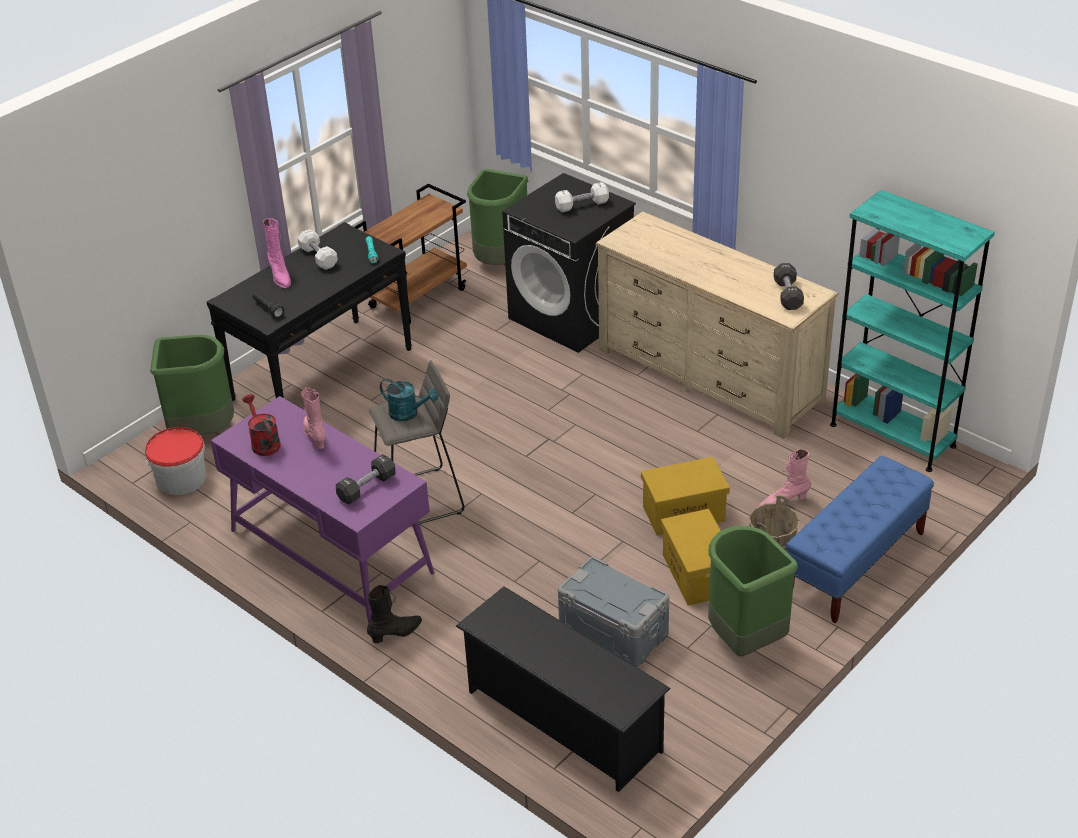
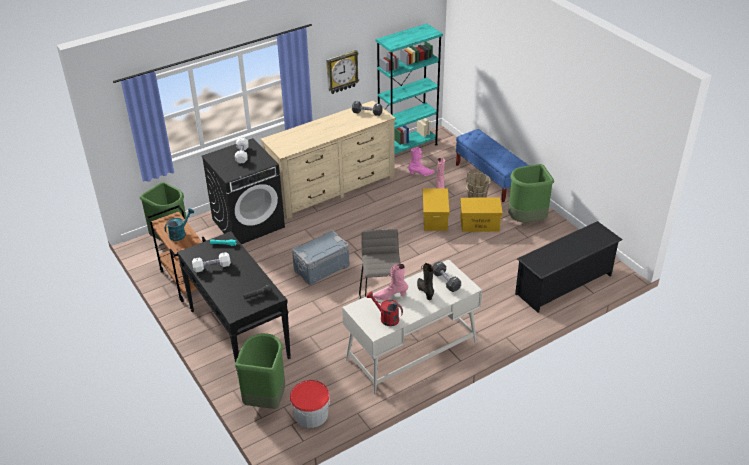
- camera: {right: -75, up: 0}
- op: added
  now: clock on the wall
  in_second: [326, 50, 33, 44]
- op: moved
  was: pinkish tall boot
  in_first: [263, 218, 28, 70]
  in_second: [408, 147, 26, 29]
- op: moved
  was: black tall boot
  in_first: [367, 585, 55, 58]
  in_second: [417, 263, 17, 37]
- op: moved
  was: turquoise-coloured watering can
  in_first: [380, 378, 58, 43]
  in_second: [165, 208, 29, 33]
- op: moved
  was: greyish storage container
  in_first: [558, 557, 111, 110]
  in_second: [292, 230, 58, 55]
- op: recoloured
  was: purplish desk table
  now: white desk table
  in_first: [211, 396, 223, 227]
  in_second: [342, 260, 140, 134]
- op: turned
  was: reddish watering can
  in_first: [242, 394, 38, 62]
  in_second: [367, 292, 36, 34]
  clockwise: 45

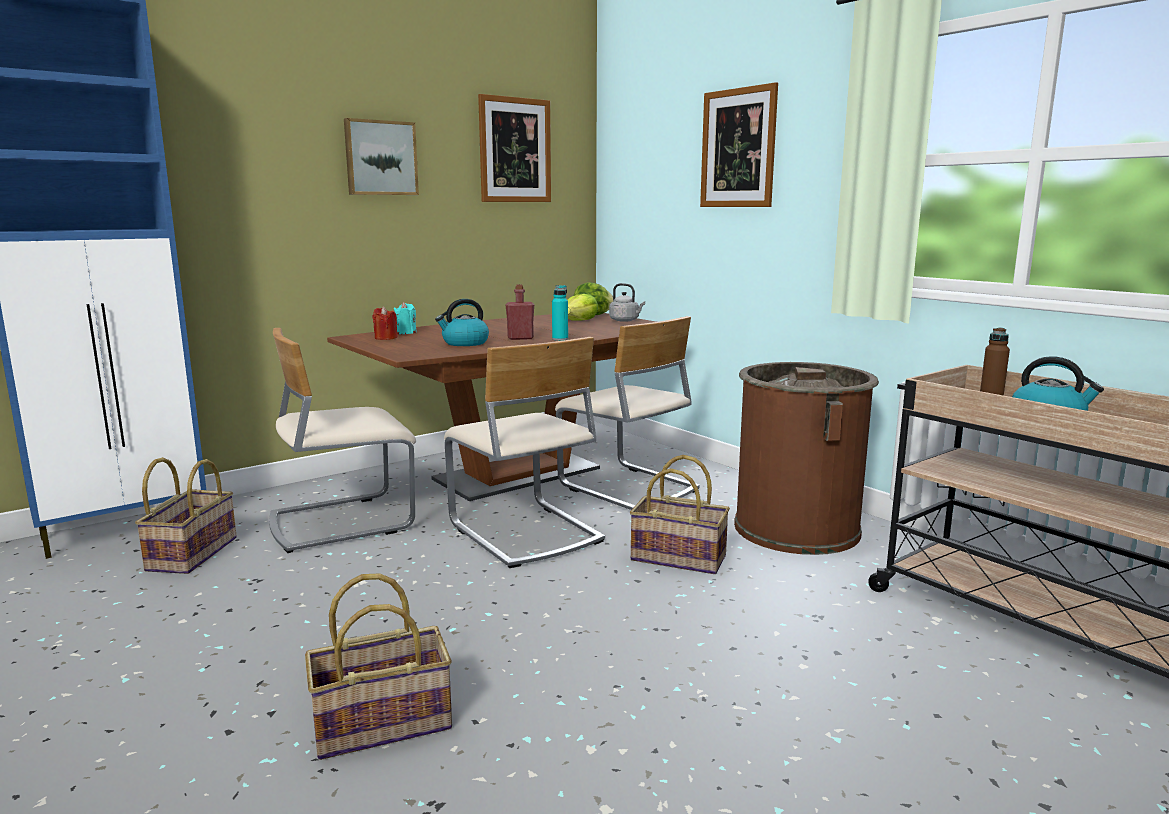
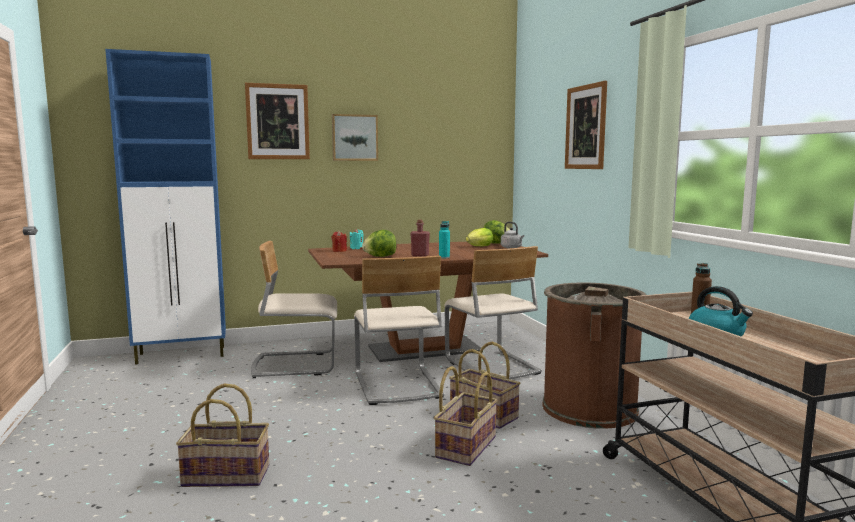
- camera: {right: 20, up: -5}
- op: moved
  was: household basket
  in_first: [135, 457, 102, 117]
  in_second: [434, 366, 64, 100]
- op: moved
  was: picture
  in_first: [478, 94, 73, 108]
  in_second: [245, 83, 65, 76]
- op: replaced
  was: tea kettle
  now: lettuce head
  in_first: [435, 299, 54, 47]
  in_second: [362, 230, 34, 27]

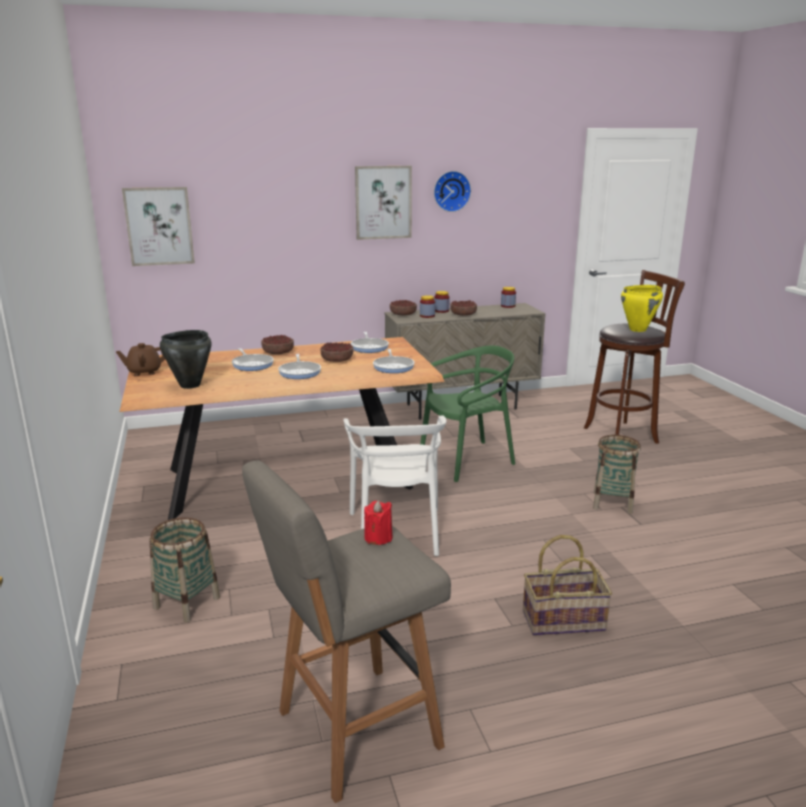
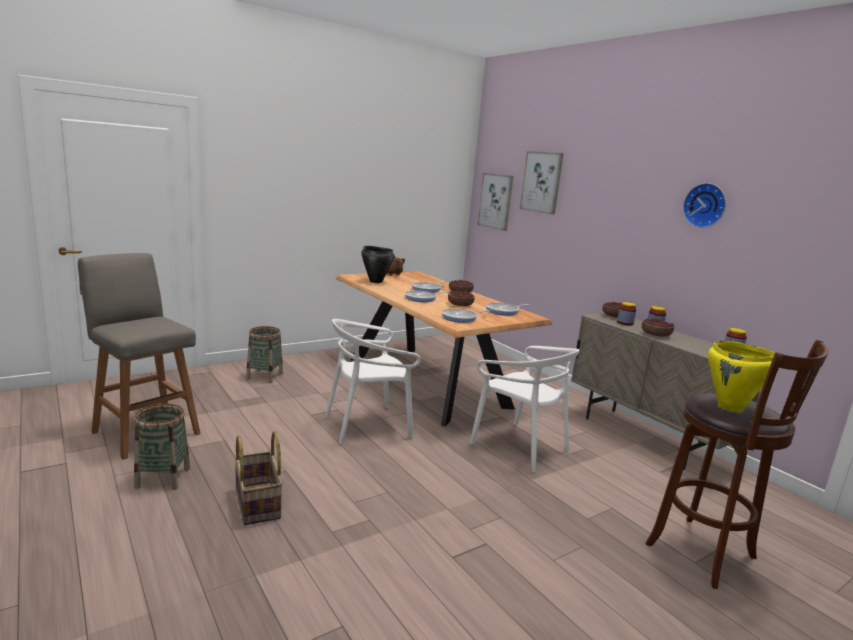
- camera: {right: 70, up: -5}
- op: removed
  was: reddish candle
  in_first: [364, 500, 28, 45]
- op: moved
  was: picture
  in_first: [355, 166, 57, 74]
  in_second: [520, 151, 44, 64]
- op: moved
  was: household basket
  in_first: [593, 435, 48, 79]
  in_second: [134, 404, 56, 86]
- op: recoloured
  was: greenish upright chair
  now: white upright chair
  in_first: [420, 345, 95, 137]
  in_second: [469, 346, 111, 127]

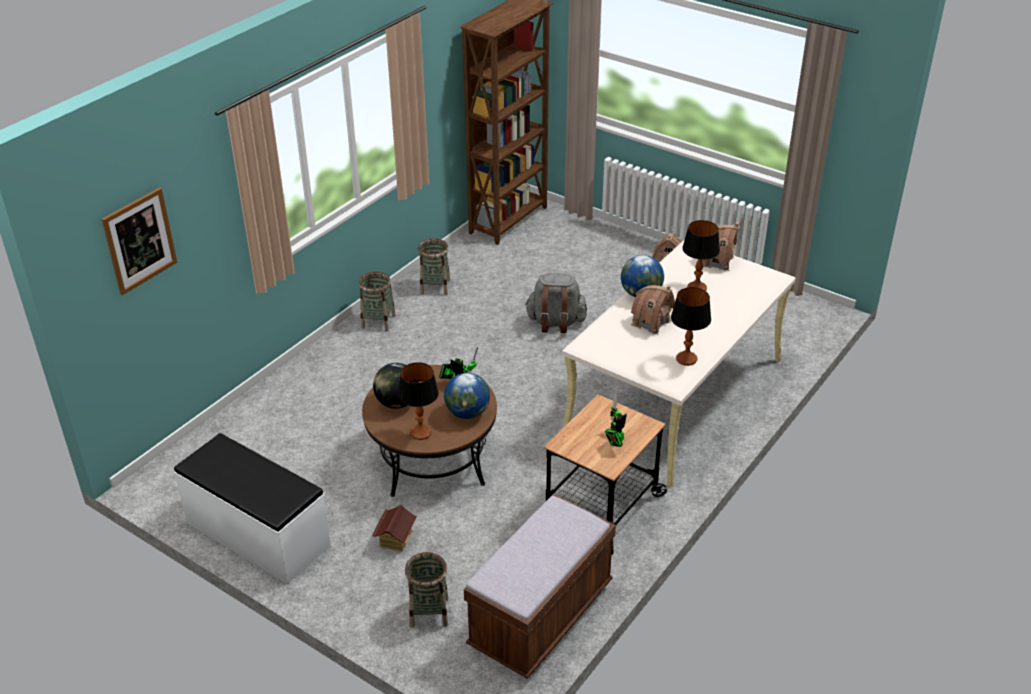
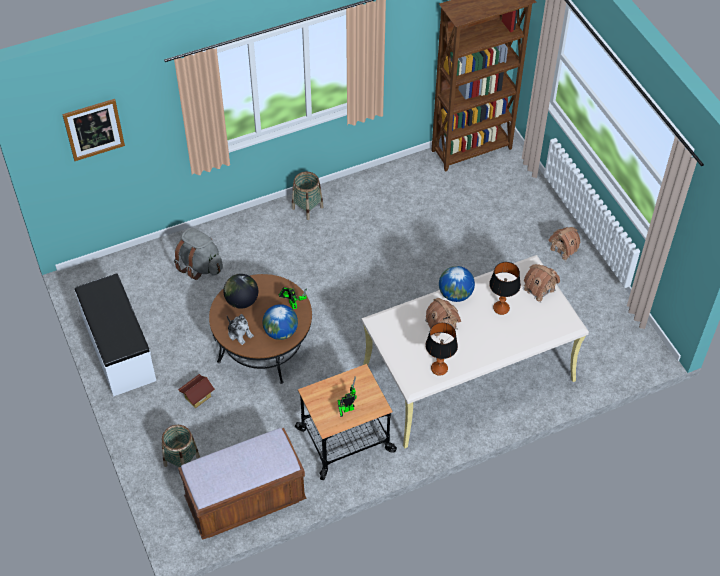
- camera: {right: 30, up: 15}
- op: removed
  was: household basket
  in_first: [418, 238, 32, 57]
- op: moved
  was: greyish backpack
  in_first: [525, 273, 62, 60]
  in_second: [174, 228, 49, 52]
- op: replaced
  was: table lamp
  now: cuddly toy
  in_first: [398, 362, 41, 78]
  in_second: [227, 314, 27, 31]

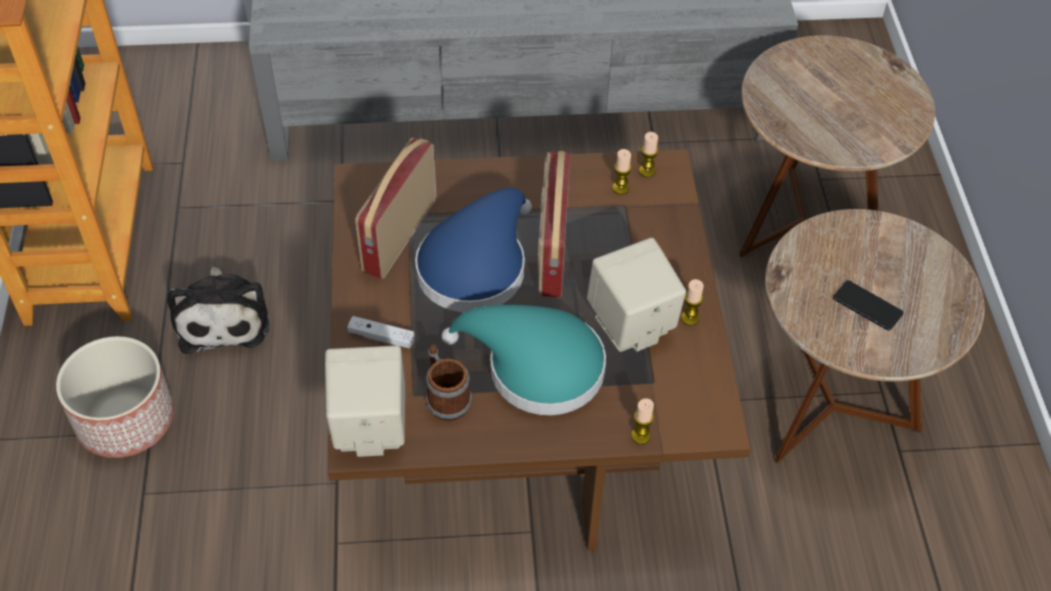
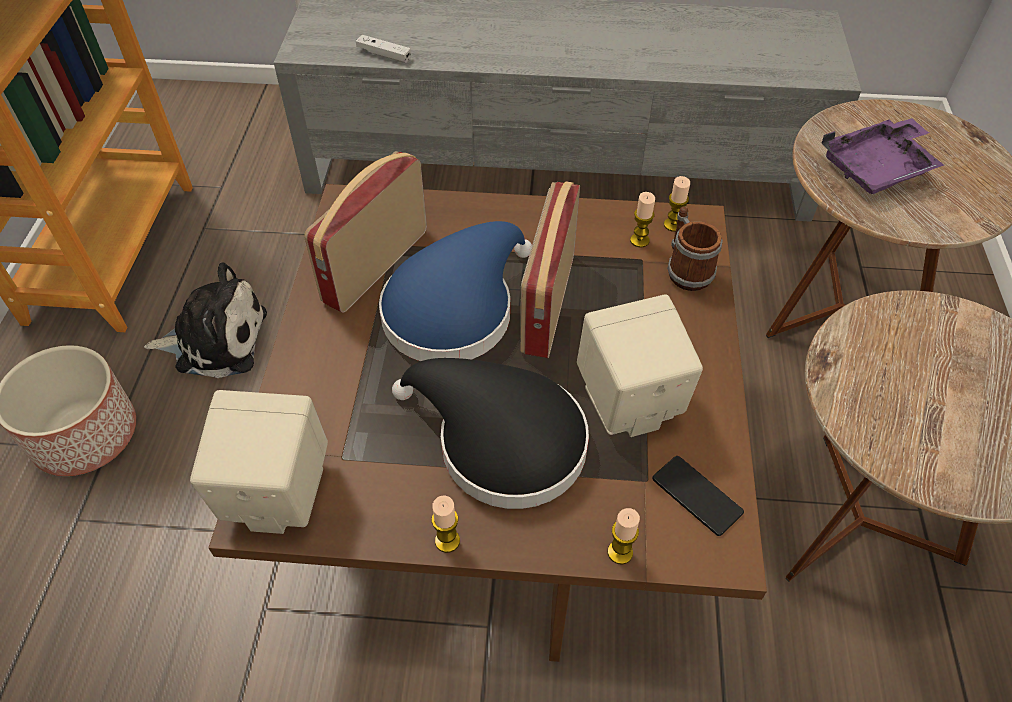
- camera: {right: 10, up: 0}
- op: added
  now: purplish serving tray
  in_second: [822, 118, 122, 76]
- op: moved
  was: white gamepad
  in_first: [347, 316, 67, 32]
  in_second: [356, 35, 55, 28]
- op: moved
  was: mug
  in_first: [426, 344, 46, 77]
  in_second: [667, 206, 56, 85]
- op: moved
  was: candle
  in_first: [681, 279, 23, 47]
  in_second: [432, 496, 28, 57]
- op: moved
  was: handset
  in_first: [833, 280, 71, 51]
  in_second: [652, 456, 92, 80]
- op: recoloured
  was: turquoise-coloured wearable hat
  now: black wearable hat
  in_first: [442, 305, 164, 110]
  in_second: [392, 358, 197, 151]
- op: turned
  was: cuddly toy
  in_first: [167, 267, 103, 87]
  in_second: [144, 263, 123, 115]
  clockwise: -90

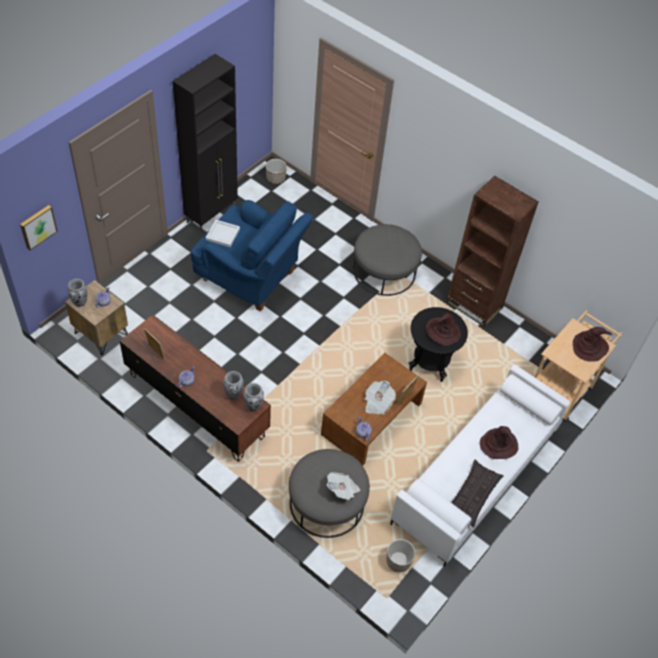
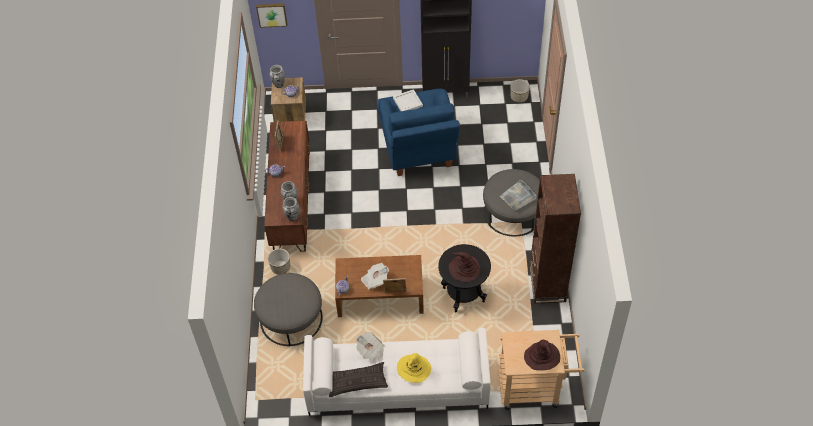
- camera: {right: 55, up: 0}
- op: added
  now: greyish serving tray
  in_second: [500, 179, 37, 32]
- op: moved
  was: daily paper
  in_first: [326, 472, 34, 28]
  in_second: [356, 332, 29, 29]
- op: moved
  was: flower pot
  in_first: [386, 539, 29, 33]
  in_second: [268, 249, 22, 26]
- op: recoloured
  was: brownish wearable hat
  now: yellowish wearable hat
  in_first: [480, 426, 38, 33]
  in_second: [397, 353, 34, 30]

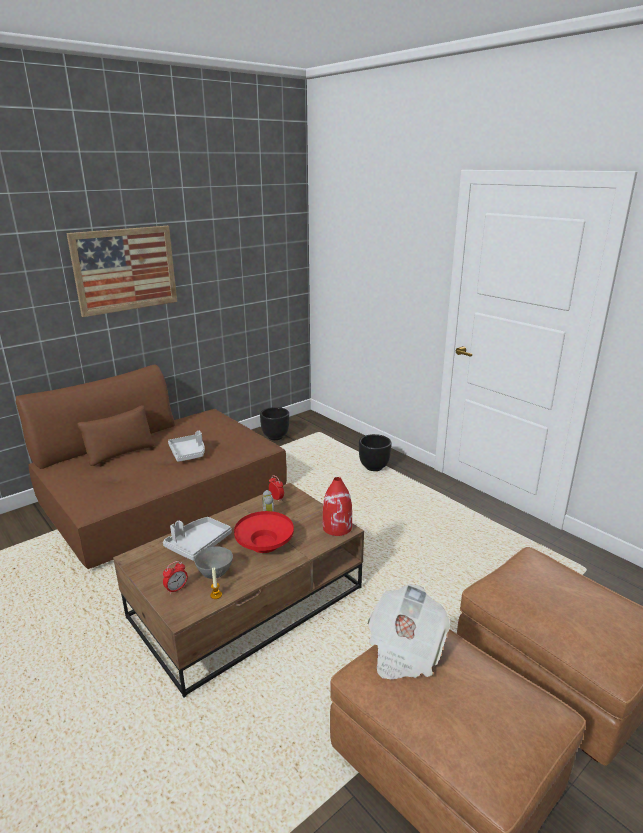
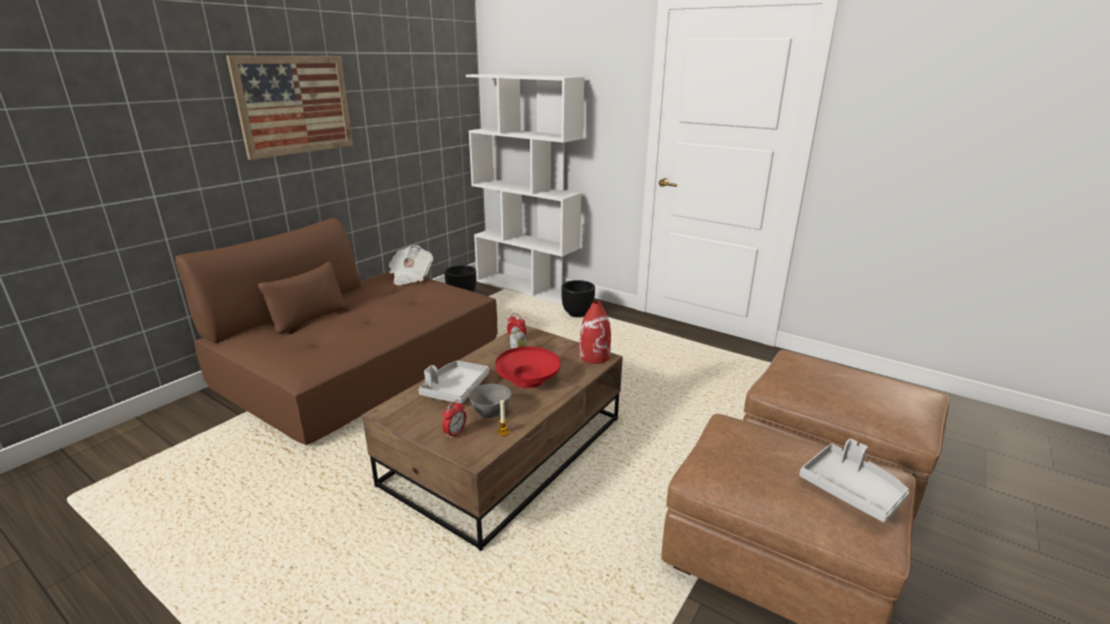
- camera: {right: -15, up: 0}
- op: added
  now: white bookshelf
  in_second: [466, 74, 119, 231]
- op: moved
  was: greyish serving tray
  in_first: [168, 431, 37, 31]
  in_second: [799, 439, 110, 83]
- op: moved
  was: daily paper
  in_first: [368, 584, 82, 95]
  in_second: [389, 245, 44, 40]

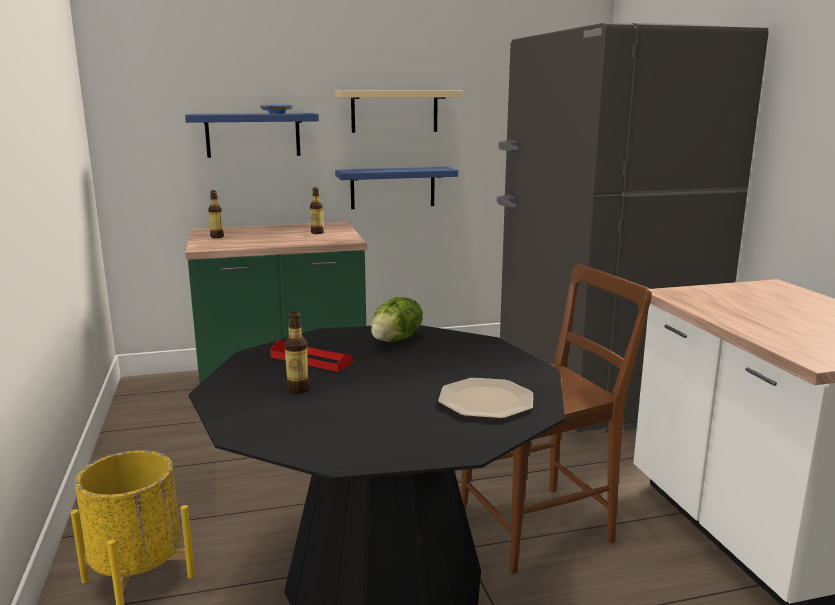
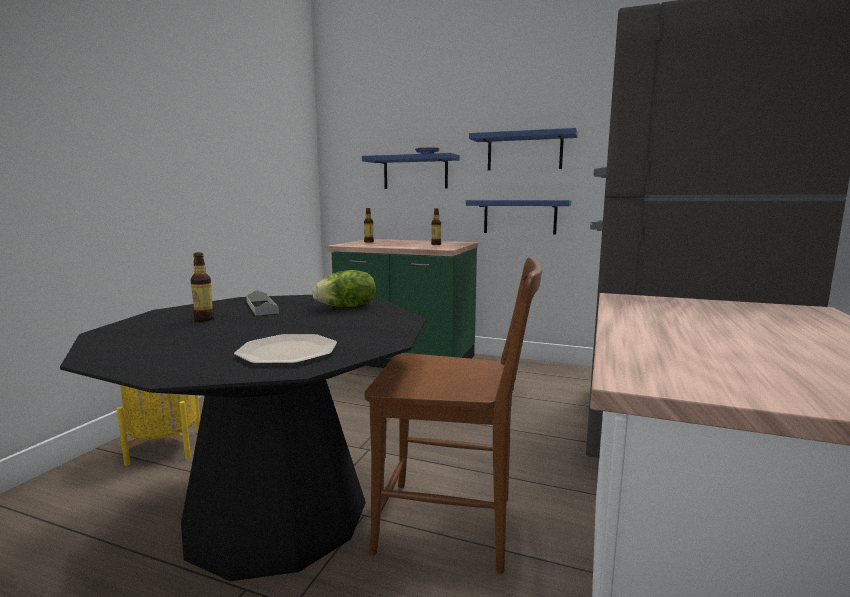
- camera: {right: 35, up: -5}
- op: recoloured
  was: reddish serving tray
  now: greyish serving tray
  in_first: [270, 340, 83, 32]
  in_second: [246, 290, 33, 26]
- op: recoloured
  was: sand-coloured bracket shelf
  now: blue bracket shelf
  in_first: [335, 90, 127, 43]
  in_second: [469, 128, 109, 43]

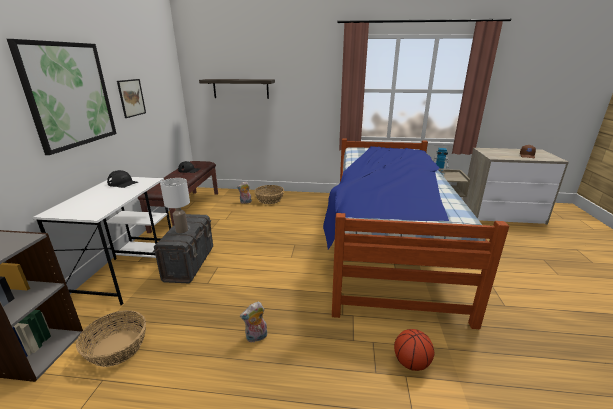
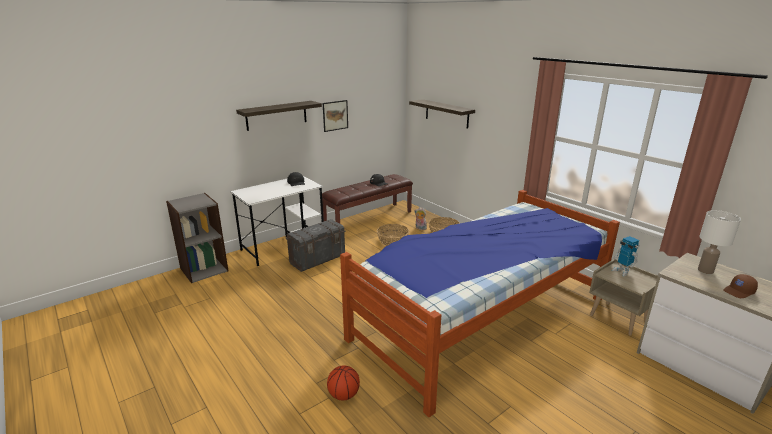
- camera: {right: 45, up: 0}
- op: removed
  was: cuddly toy
  in_first: [240, 302, 27, 41]
- op: moved
  was: household basket
  in_first: [76, 310, 70, 57]
  in_second: [377, 224, 32, 22]
- op: moved
  was: white table lamp
  in_first: [160, 178, 30, 56]
  in_second: [698, 210, 43, 64]
- op: replaced
  was: picture
  now: bracket shelf
  in_first: [7, 39, 110, 116]
  in_second: [236, 101, 86, 30]

